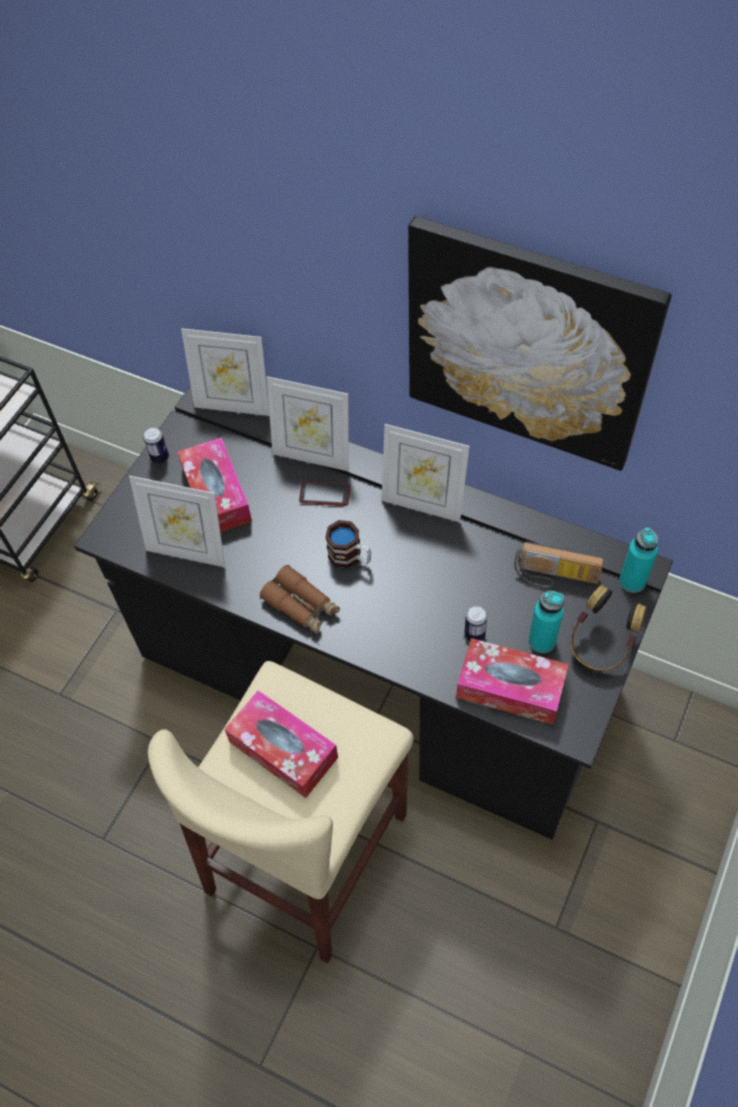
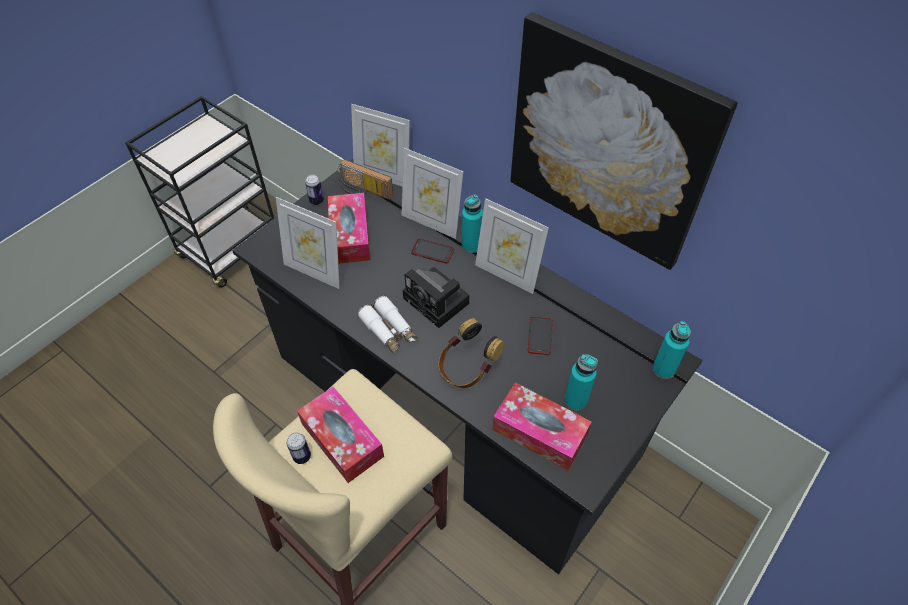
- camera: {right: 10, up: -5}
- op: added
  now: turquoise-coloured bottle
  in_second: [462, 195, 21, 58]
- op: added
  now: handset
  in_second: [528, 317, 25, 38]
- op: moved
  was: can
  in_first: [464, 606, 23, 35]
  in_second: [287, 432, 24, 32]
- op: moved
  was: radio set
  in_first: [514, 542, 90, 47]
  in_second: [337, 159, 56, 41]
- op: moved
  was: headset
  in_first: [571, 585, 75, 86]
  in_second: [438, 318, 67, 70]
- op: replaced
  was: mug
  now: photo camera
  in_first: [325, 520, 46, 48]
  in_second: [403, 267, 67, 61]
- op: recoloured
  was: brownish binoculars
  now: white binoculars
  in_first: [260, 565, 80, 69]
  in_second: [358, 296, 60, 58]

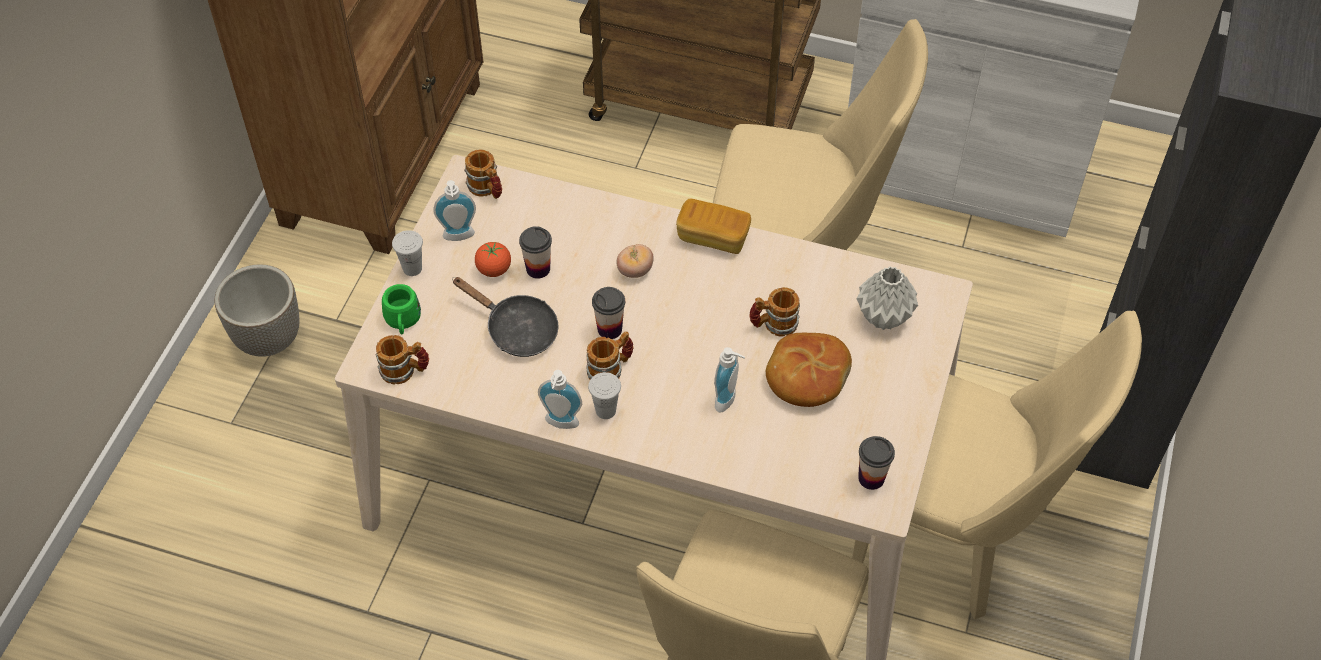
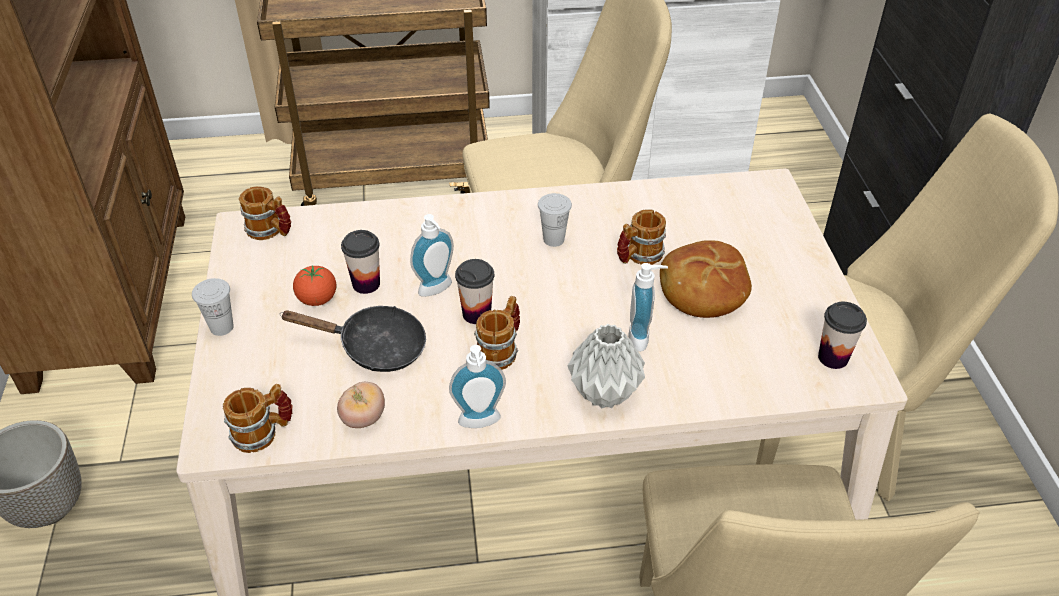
- camera: {right: -25, up: -10}
- op: removed
  was: greenish mug
  in_first: [382, 284, 39, 50]
- op: removed
  was: bread
  in_first: [676, 199, 75, 55]
- op: moved
  was: soap dispenser
  in_first: [433, 180, 43, 61]
  in_second: [410, 214, 44, 83]
- op: moved
  was: white drinking cup
  in_first: [588, 372, 33, 47]
  in_second: [538, 193, 34, 54]
- op: moved
  was: whole tomato
  in_first: [616, 244, 38, 34]
  in_second: [337, 382, 48, 46]
- op: moved
  was: greyish flower vase
  in_first: [857, 266, 61, 64]
  in_second: [568, 324, 77, 84]

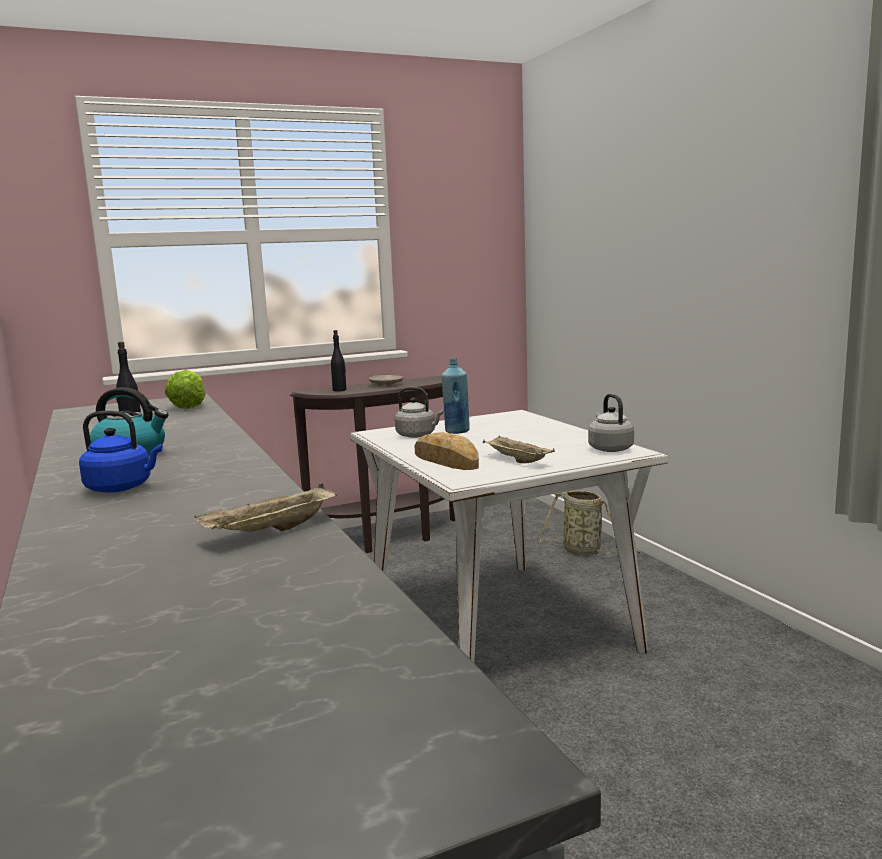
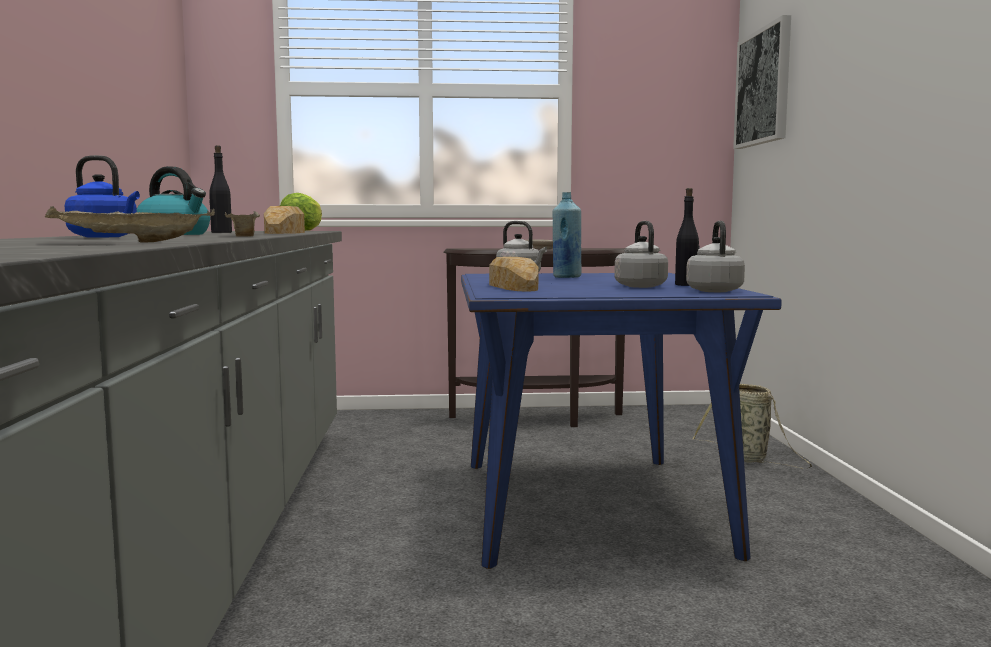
- camera: {right: 20, up: -5}
- op: added
  now: bread
  in_second: [264, 206, 41, 28]
- op: added
  now: greyish tea kettle
  in_second: [614, 221, 54, 67]
- op: added
  now: picture
  in_second: [733, 15, 58, 134]
- op: moved
  was: black bottle
  in_first: [331, 330, 15, 61]
  in_second: [675, 188, 25, 98]
- op: moved
  was: sand-coloured serving tray
  in_first: [483, 435, 72, 28]
  in_second: [225, 211, 35, 26]
- op: recoloured
  was: white dining table
  now: blue dining table
  in_first: [350, 410, 318, 252]
  in_second: [461, 273, 320, 296]

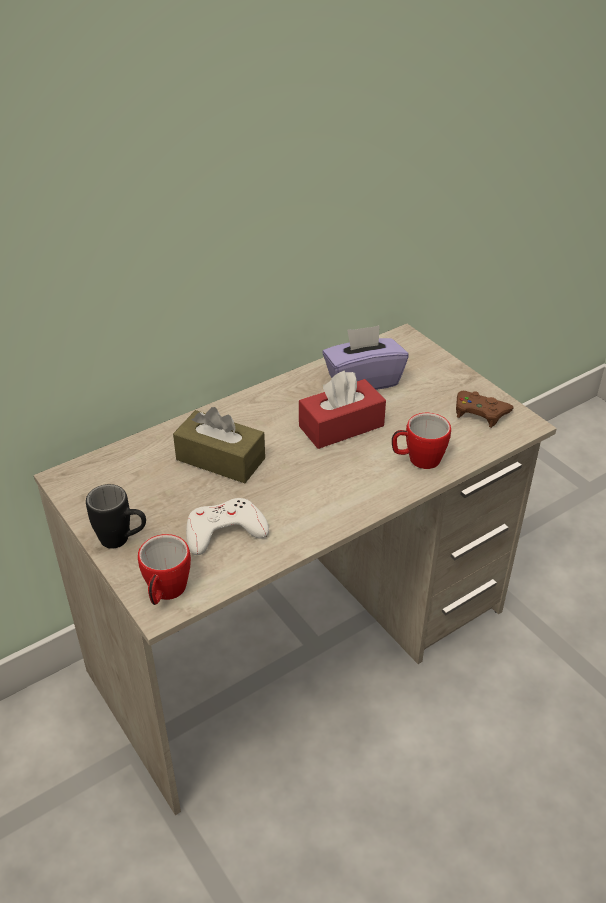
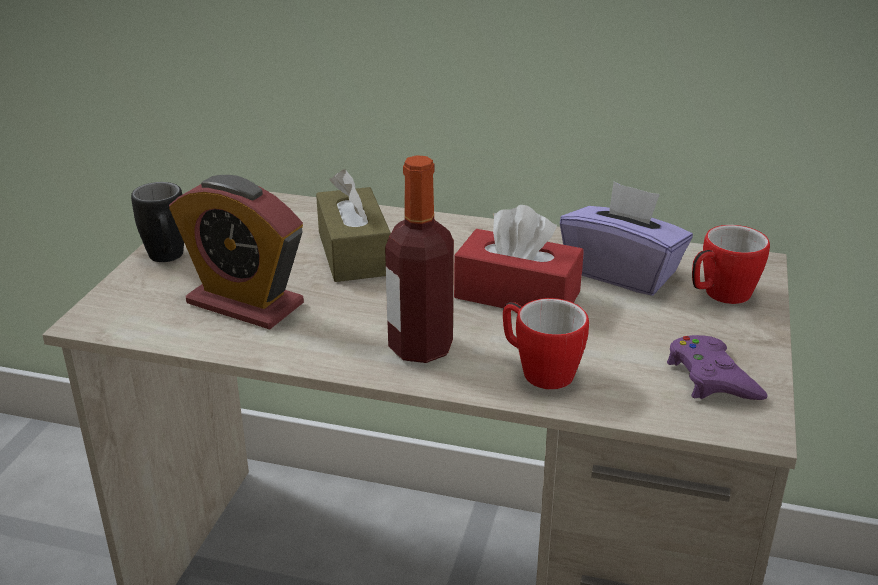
- camera: {right: 50, up: -10}
- op: added
  now: bottle
  in_second: [385, 155, 69, 208]
- op: moved
  was: mug
  in_first: [138, 534, 53, 71]
  in_second: [692, 225, 78, 79]
- op: replaced
  was: white gamepad
  now: alarm clock
  in_first: [186, 498, 83, 57]
  in_second: [169, 175, 135, 154]
- op: recoloured
  was: brownish gamepad
  now: purplish gamepad
  in_first: [456, 391, 58, 37]
  in_second: [667, 335, 100, 65]

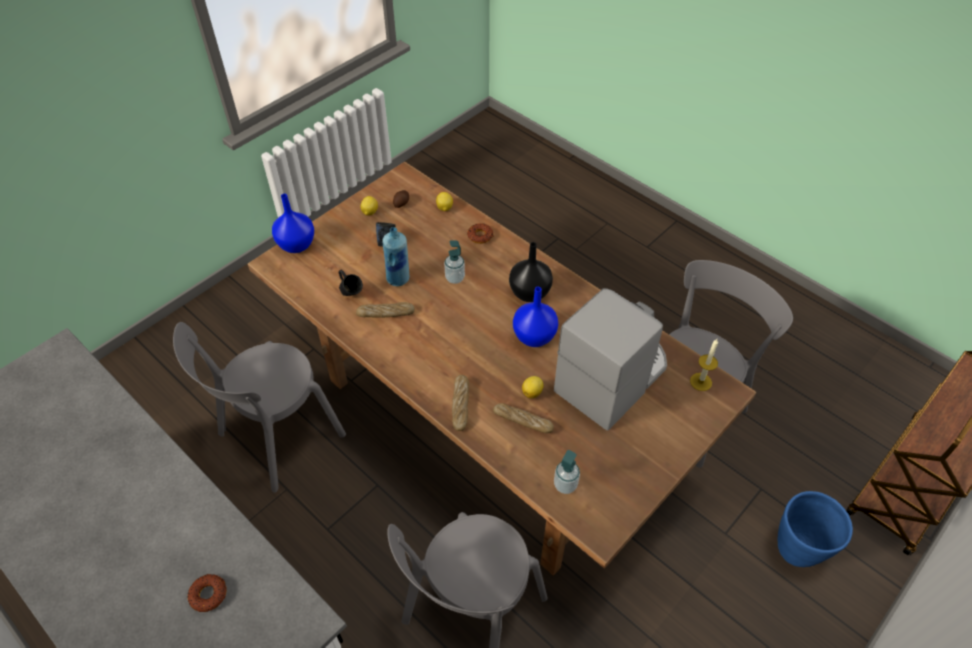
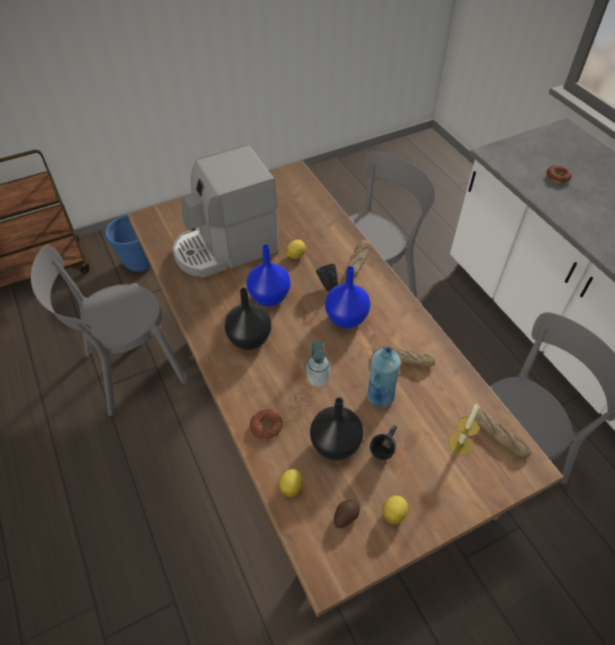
- camera: {right: -160, up: 0}
- op: removed
  was: soap dispenser
  in_first: [554, 450, 26, 44]
- op: added
  now: black flower vase
  in_second: [310, 397, 54, 64]
- op: moved
  was: blue flower vase
  in_first: [272, 194, 42, 59]
  in_second: [325, 266, 45, 62]
- op: moved
  was: black mug
  in_first: [339, 270, 24, 26]
  in_second: [316, 264, 22, 27]
- op: moved
  was: bread
  in_first: [493, 403, 61, 30]
  in_second: [470, 409, 61, 50]
- op: moved
  was: candle
  in_first: [690, 339, 28, 52]
  in_second: [448, 404, 31, 51]

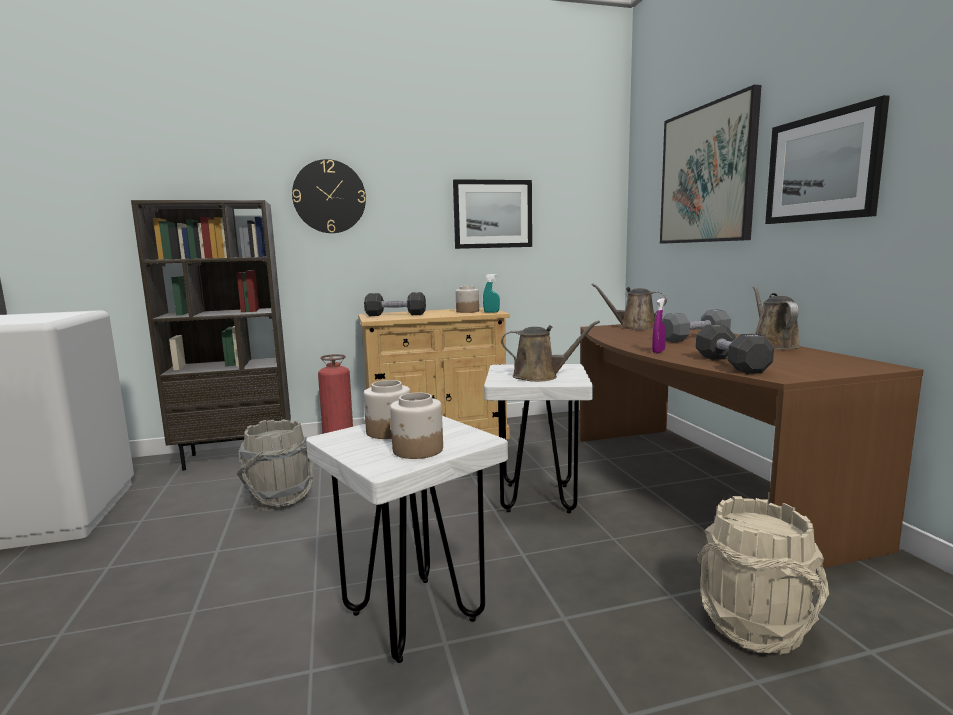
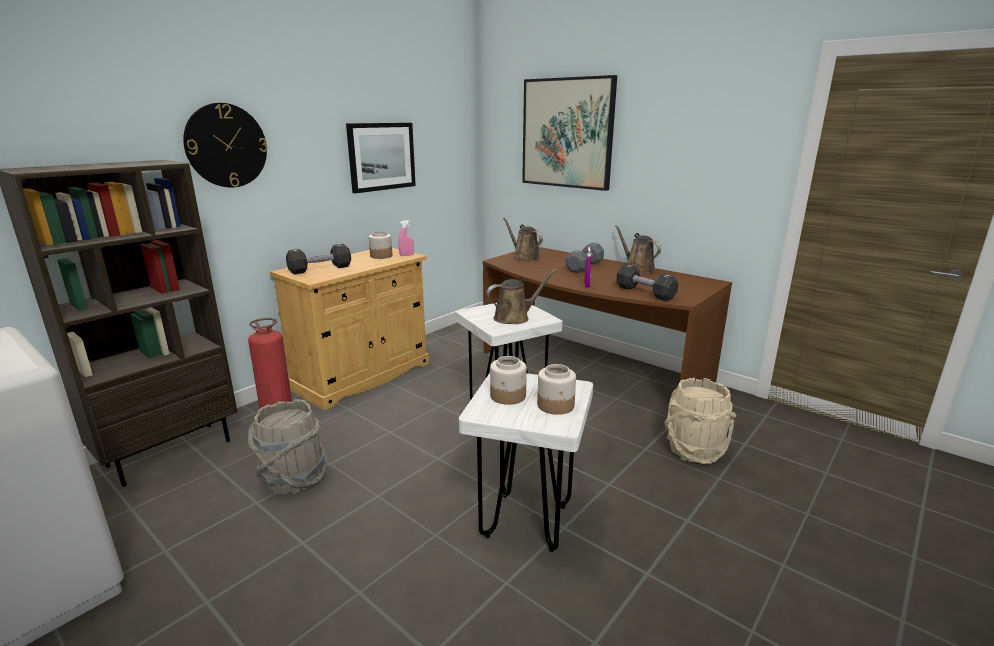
- camera: {right: -35, up: 10}
- op: removed
  was: picture
  in_first: [765, 95, 125, 129]
- op: recoloured
  was: turquoise-coloured spray bottle
  now: pinkish spray bottle
  in_first: [483, 274, 17, 39]
  in_second: [398, 220, 16, 36]
- op: turned
  was: brownish watering can
  in_first: [591, 283, 76, 47]
  in_second: [503, 218, 40, 43]
  clockwise: 60

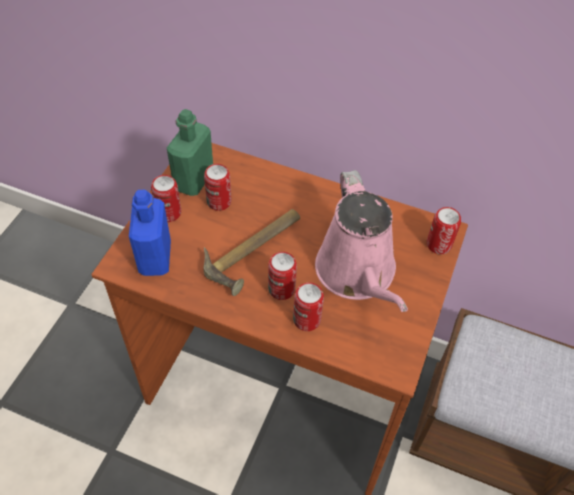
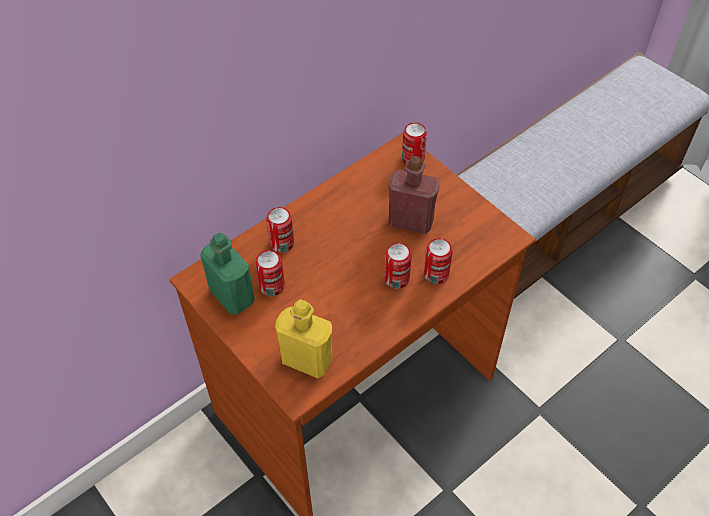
- camera: {right: -60, up: 0}
- op: removed
  was: hammer
  in_first: [203, 209, 97, 87]
- op: moved
  was: can
  in_first: [151, 175, 30, 47]
  in_second: [266, 207, 28, 46]
- op: replaced
  was: pinkish watering can
  now: reddish bottle
  in_first: [315, 170, 93, 142]
  in_second: [388, 156, 52, 78]
- op: recoloured
  was: blue bottle
  now: yellowish bottle
  in_first: [129, 190, 42, 86]
  in_second: [275, 299, 57, 79]

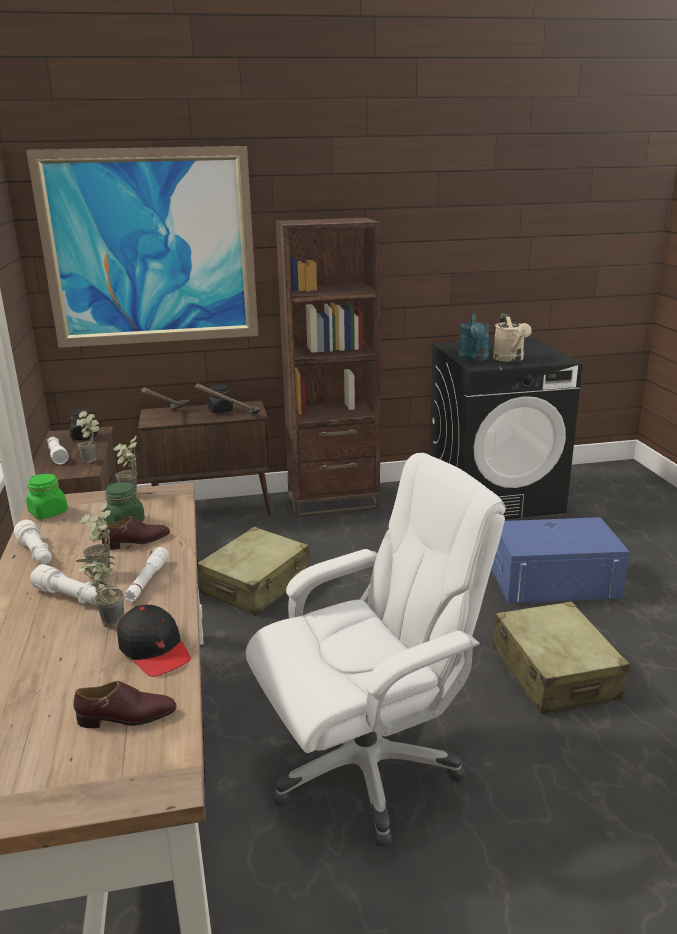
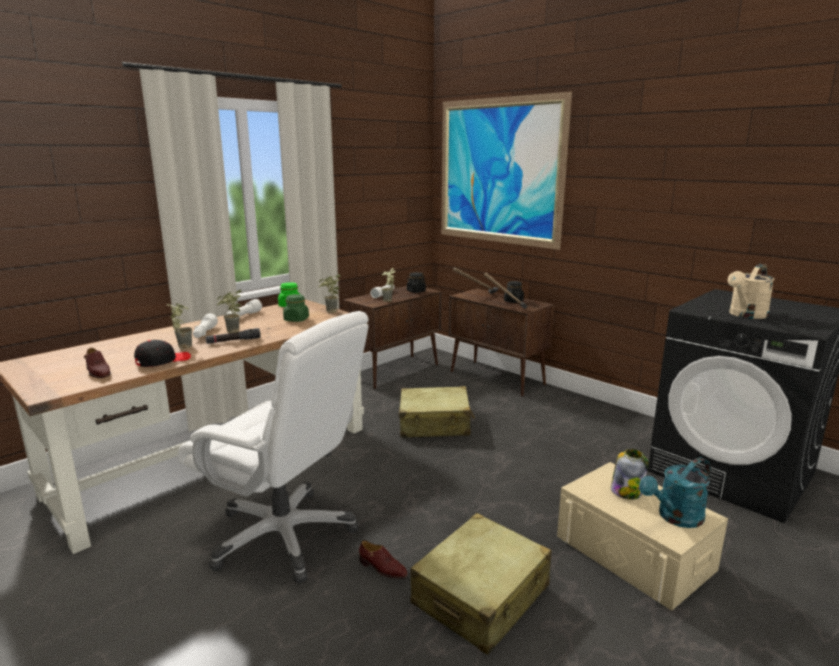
- camera: {right: 55, up: -5}
- op: removed
  was: brownish bookshelf
  in_first: [276, 217, 105, 301]
- op: added
  now: preserve jar
  in_second: [611, 449, 38, 51]
- op: moved
  was: brownish low shoe
  in_first: [100, 516, 70, 34]
  in_second: [359, 541, 49, 38]
- op: moved
  was: turquoise-coloured watering can
  in_first: [459, 313, 31, 48]
  in_second: [639, 457, 72, 71]
- op: recoloured
  was: white torch
  now: black torch
  in_first: [124, 547, 45, 55]
  in_second: [206, 328, 55, 16]
- op: recoloured
  was: blue storage container
  now: sand-coloured storage container
  in_first: [492, 517, 137, 86]
  in_second: [557, 462, 171, 149]
- op: turned
  was: black peaked cap
  in_first: [117, 605, 74, 72]
  in_second: [134, 340, 57, 27]
  clockwise: -150

